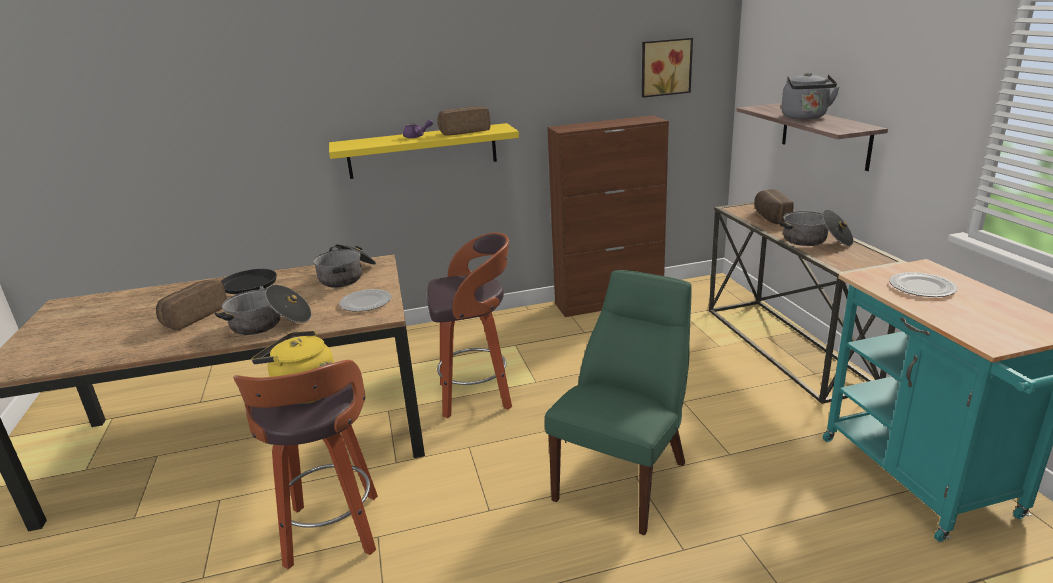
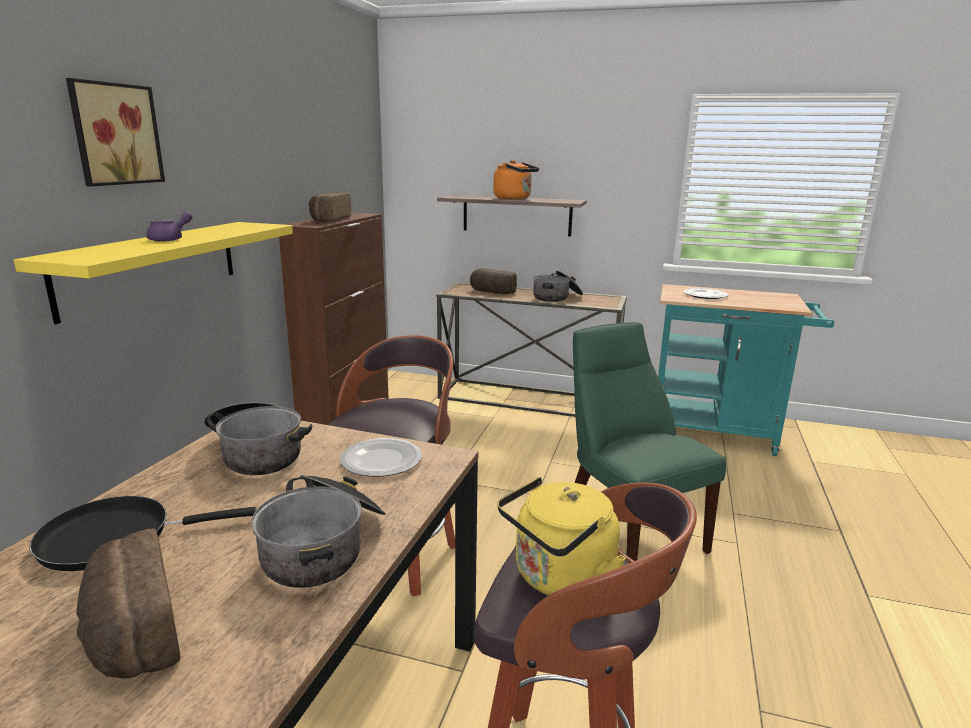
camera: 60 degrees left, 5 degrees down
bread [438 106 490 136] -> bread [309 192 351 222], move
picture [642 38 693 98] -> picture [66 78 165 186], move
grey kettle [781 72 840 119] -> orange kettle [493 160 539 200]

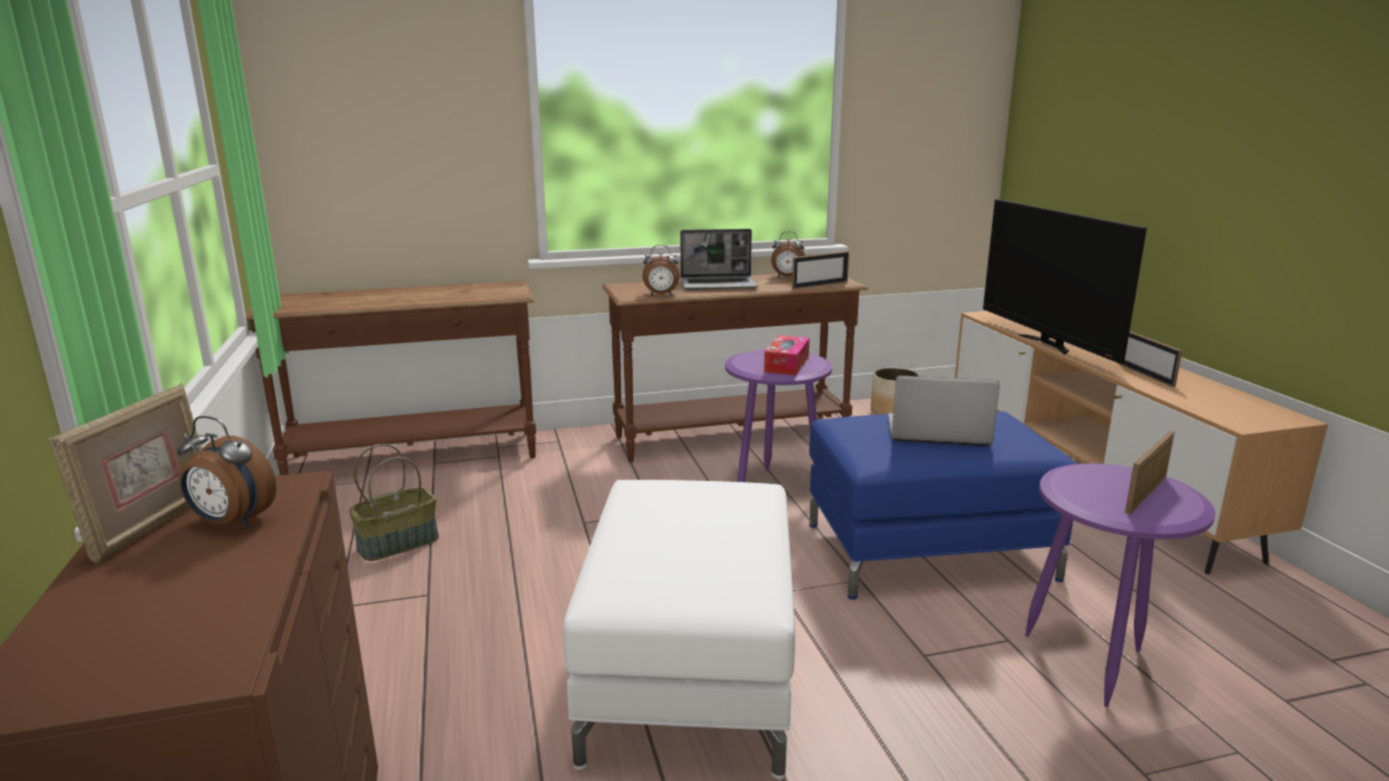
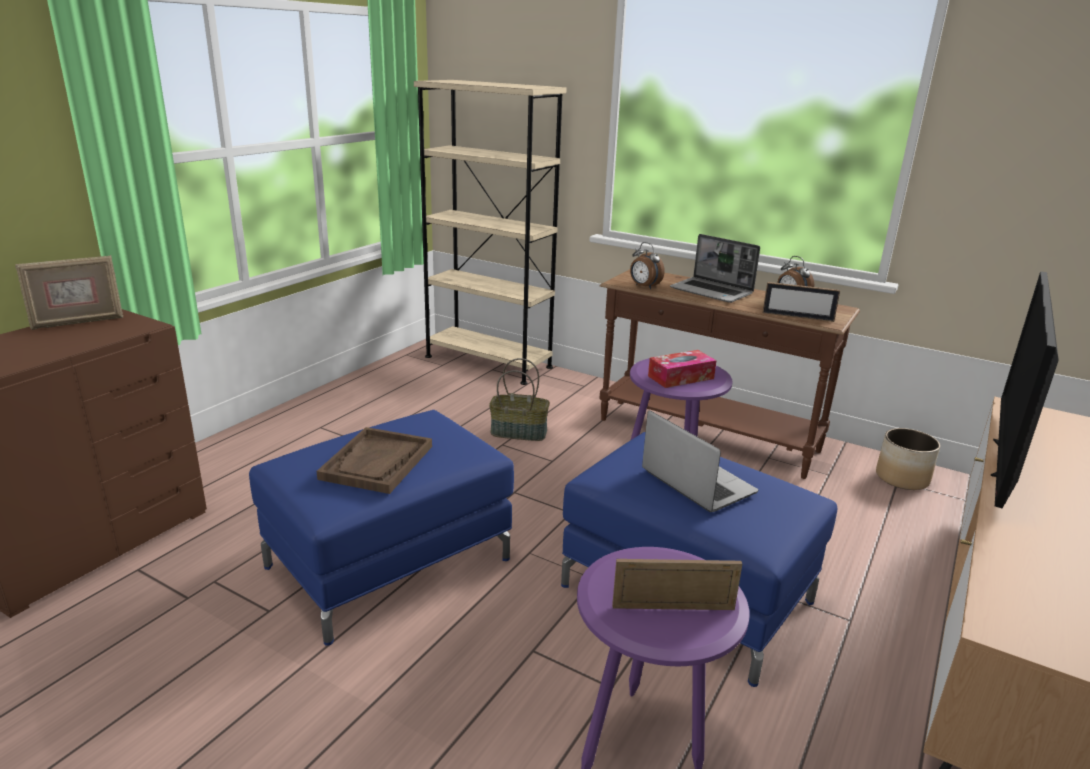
camera: 45 degrees right, 5 degrees up
alarm clock [177 416 276 528] -> none
picture frame [1118 331 1182 387] -> none
none -> brown tray [317 427 432 494]
basket [349 444 439 561] -> basket [489 358 549 441], move
brown console table [246 281 536 475] -> beige bookcase [414 80 566 385]
white ottoman [563 480 795 779] -> blue ottoman [249 410 514 646]

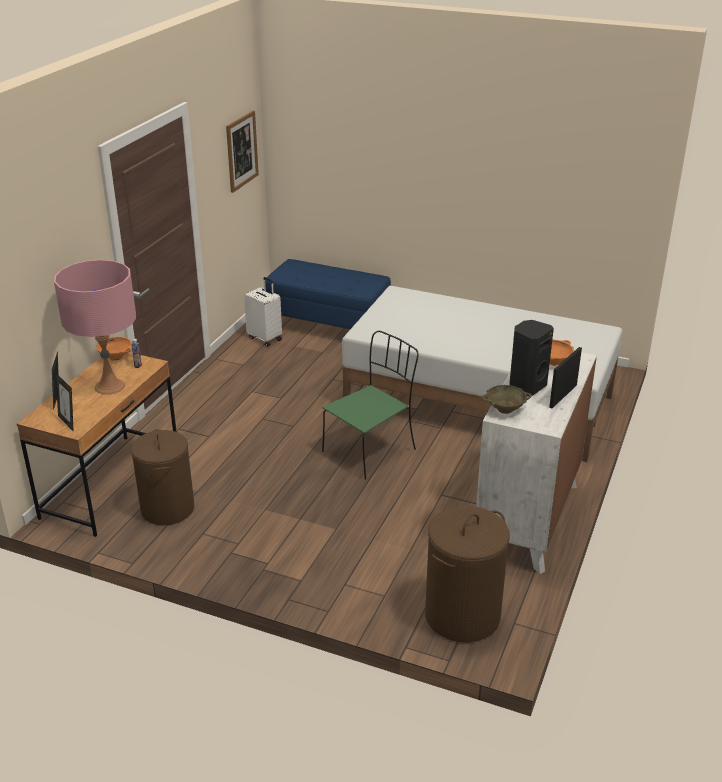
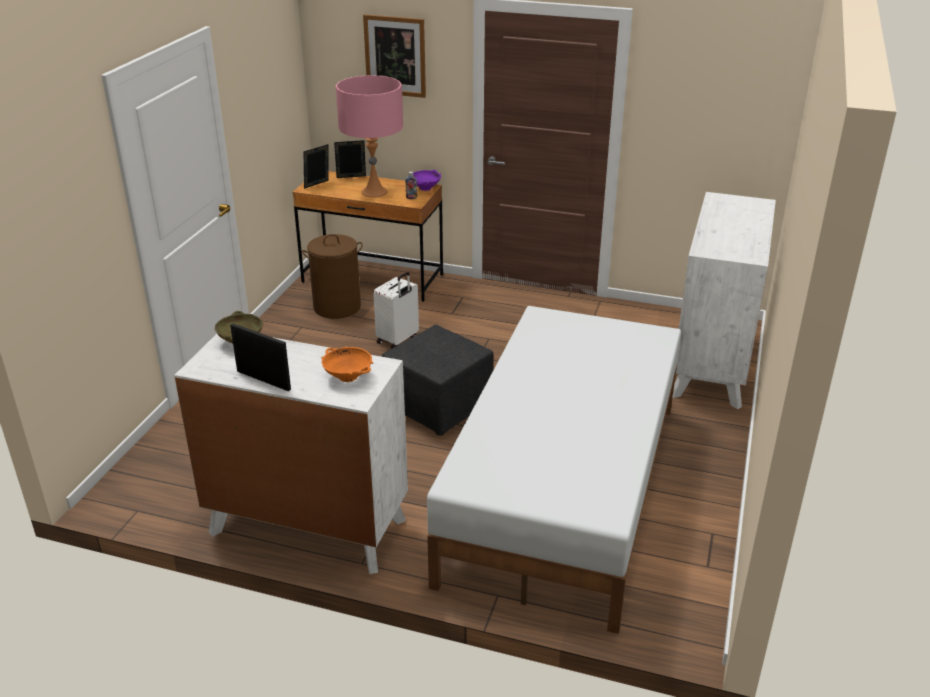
camera: 85 degrees right, 0 degrees up
brown laundry basket [425 506 510 643] -> none
black speaker [509 320 554 396] -> none
picture [226 111 259 193] -> picture [363 14 426 98], move
white suitcase [244 277 282 347] -> white suitcase [373 272 419 349], move
blue bench [265 259 391 329] -> white dresser [673 192 776 409]
green chair [322 331 419 480] -> black ottoman [382 325 493 436]
orange bowl [96 337 132 361] -> purple bowl [413 170 441 191]

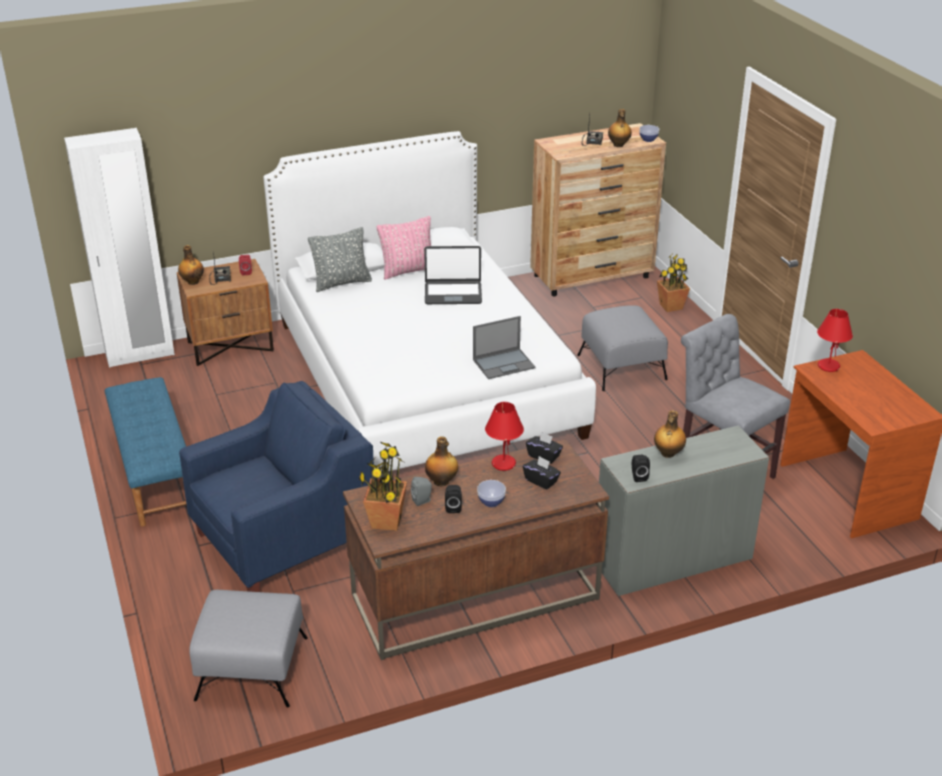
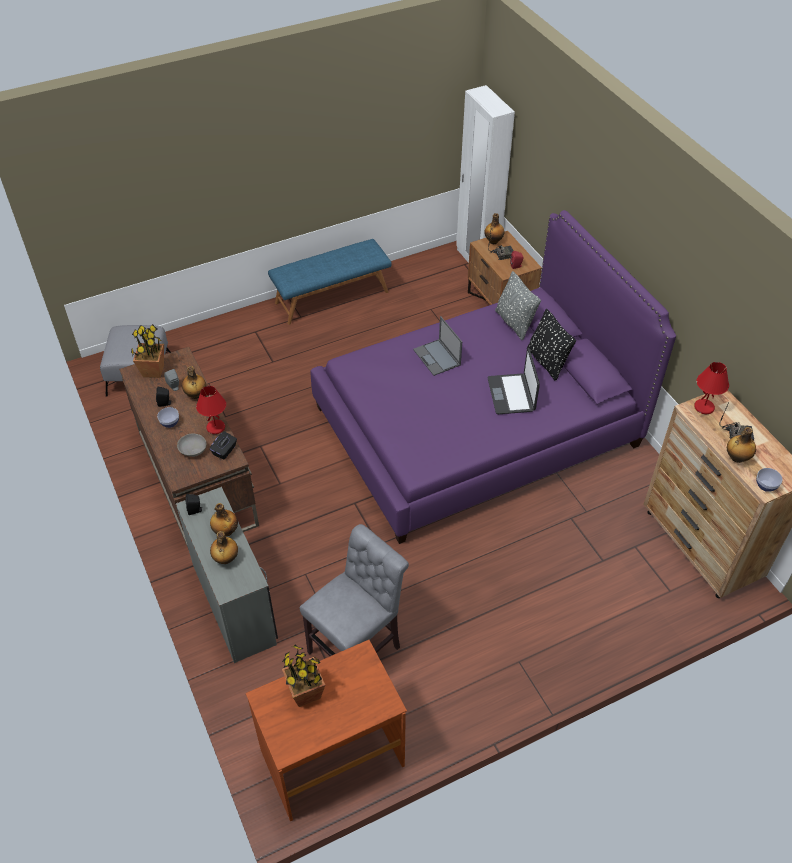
camera: 85 degrees right, 15 degrees up
blue armchair [179 381 374 592] -> none
grey ottoman [577 305 668 391] -> none
none -> bottle [210 531 238 564]
laptop [473 316 536 379] -> laptop [413 316 462 376], move
potted plant [657 254 690 312] -> potted plant [282 645 325 707], move
red table lamp [817 309 853 372] -> red table lamp [694 362 729 414], move
black tissue box [523 456 561 489] -> grey bowl [177 434 206 457]
white bed [263 131 596 471] -> purple bed [310 210 676 544]
pink pillow [377 216 431 280] -> black pillow [527 309 576 381]

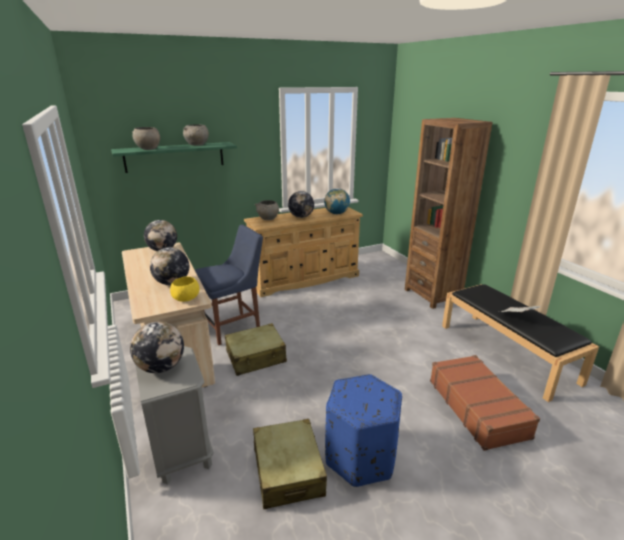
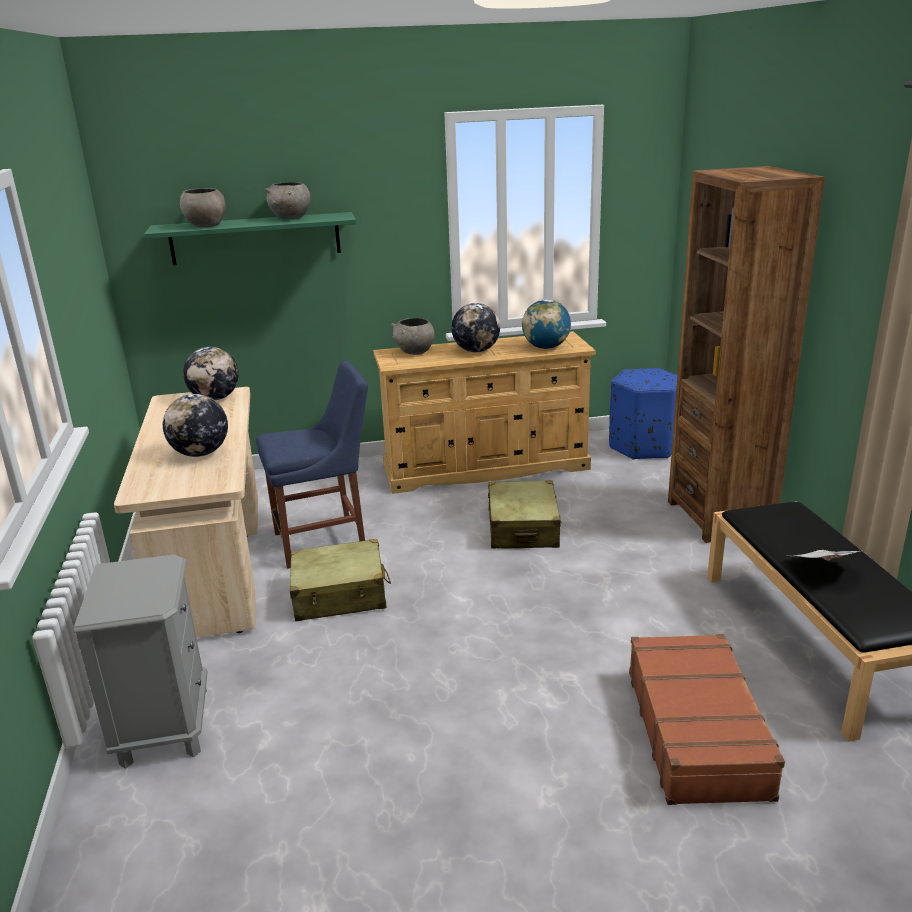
camera: 15 degrees right, 0 degrees up
globe [130 321 184 373] -> none
yellow bowl [170 277 200 302] -> none
beige suitcase [253 419 327 509] -> beige suitcase [488 481 562 549], move
blue ottoman [325 374 402 487] -> blue ottoman [609 368 677 460], move

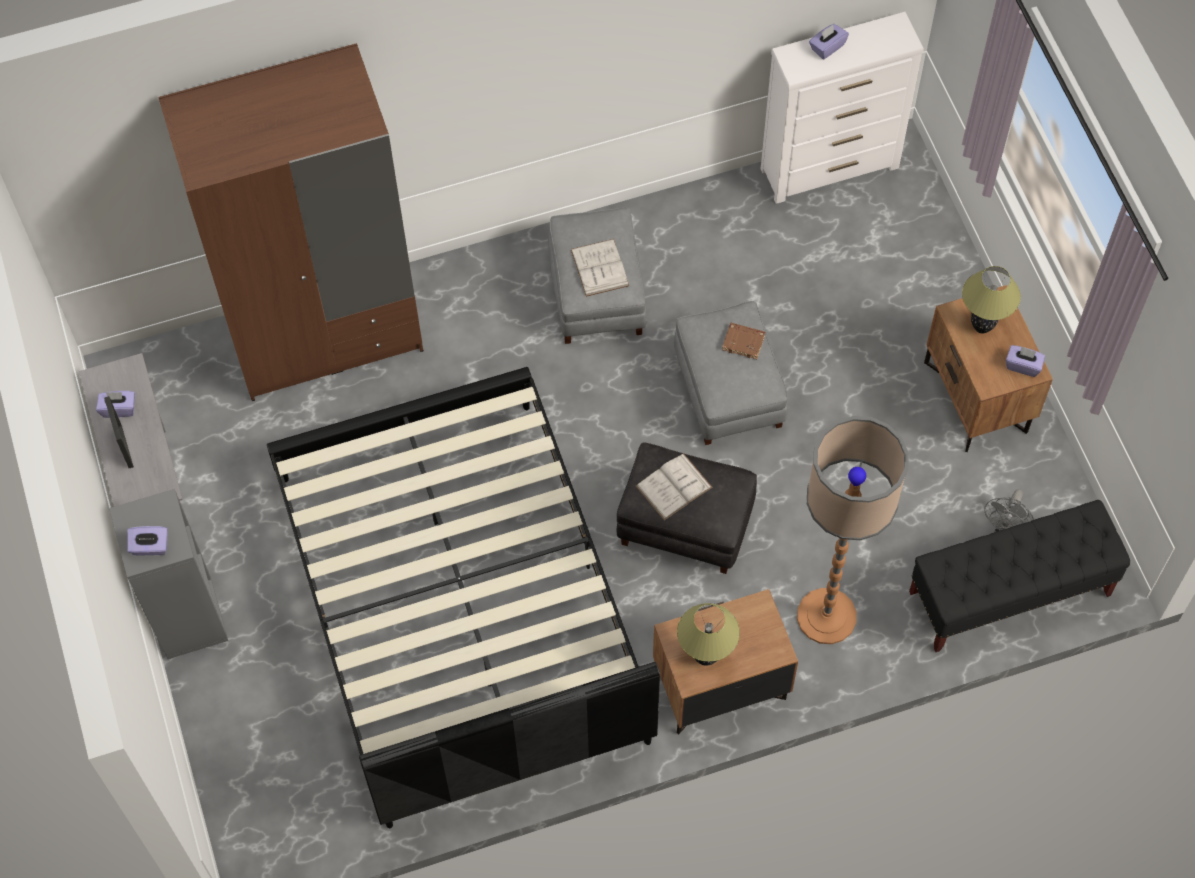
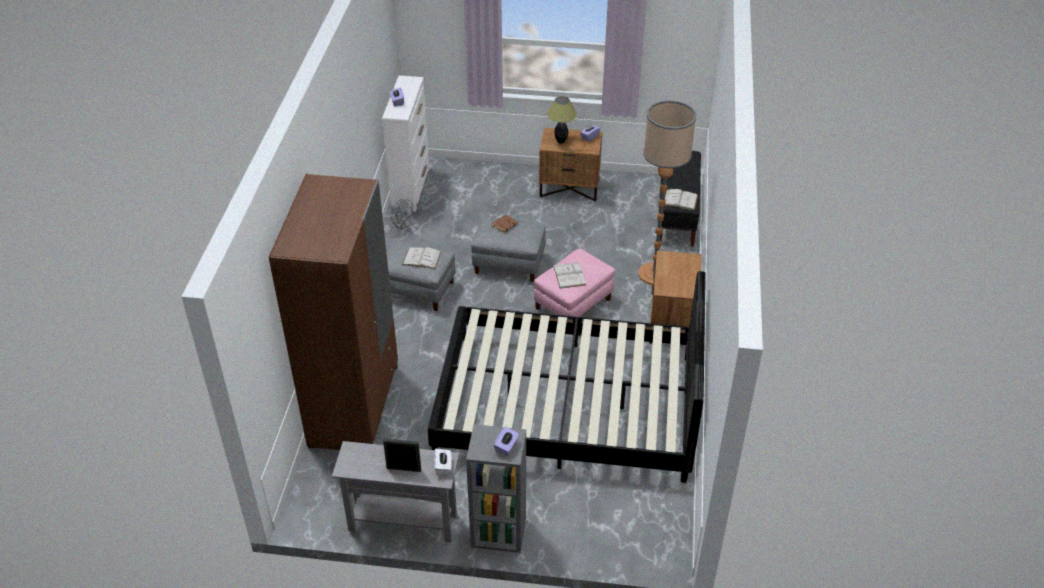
camera: 65 degrees left, 20 degrees down
purple tissue box [96 391 135 418] -> none
table lamp [677 603 740 666] -> none
none -> white tissue box [434 449 452 475]
none -> white book [665 189 698 210]
grey fan [984 489 1034 532] -> grey fan [391 199 413 230], move
black ottoman [617 442 757 574] -> pink ottoman [534 248 615 317]

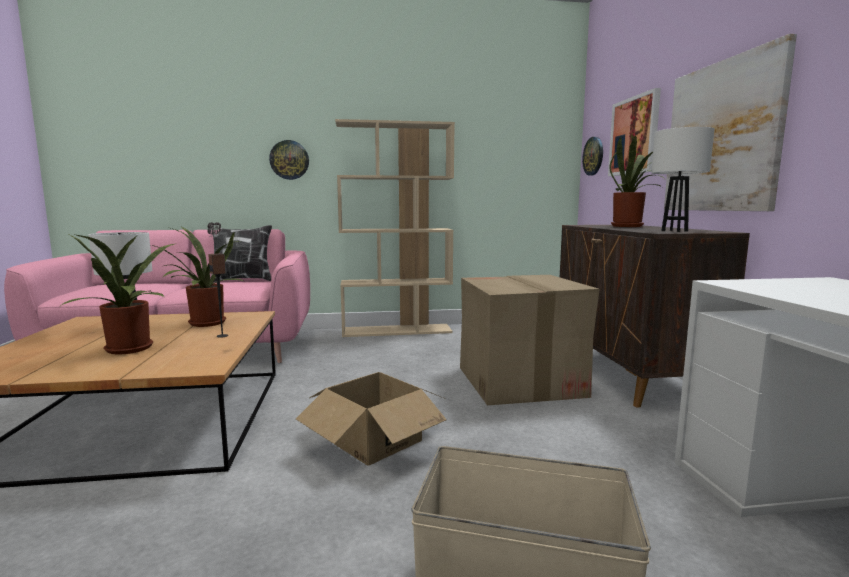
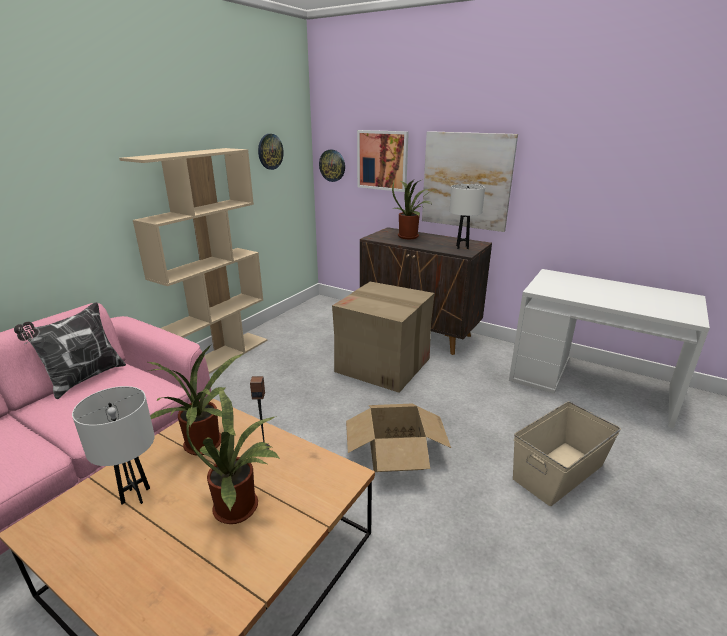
camera: 50 degrees left, 15 degrees up
wall clock [269 140 309 180] -> wall clock [258 134 283 170], move

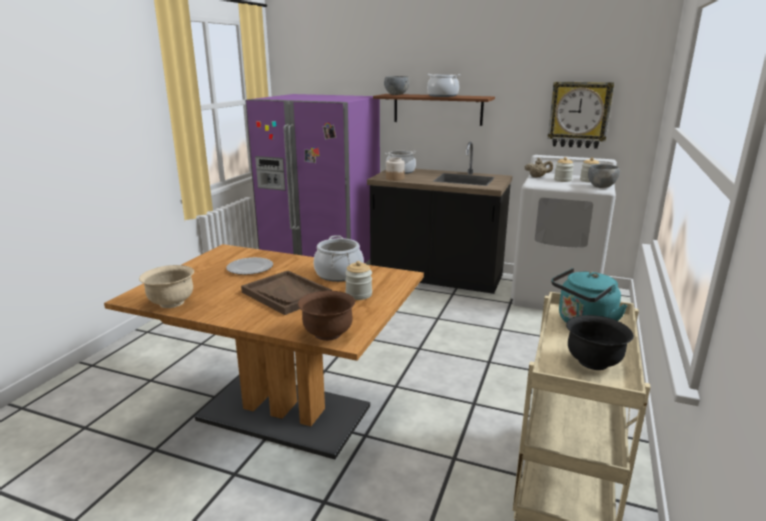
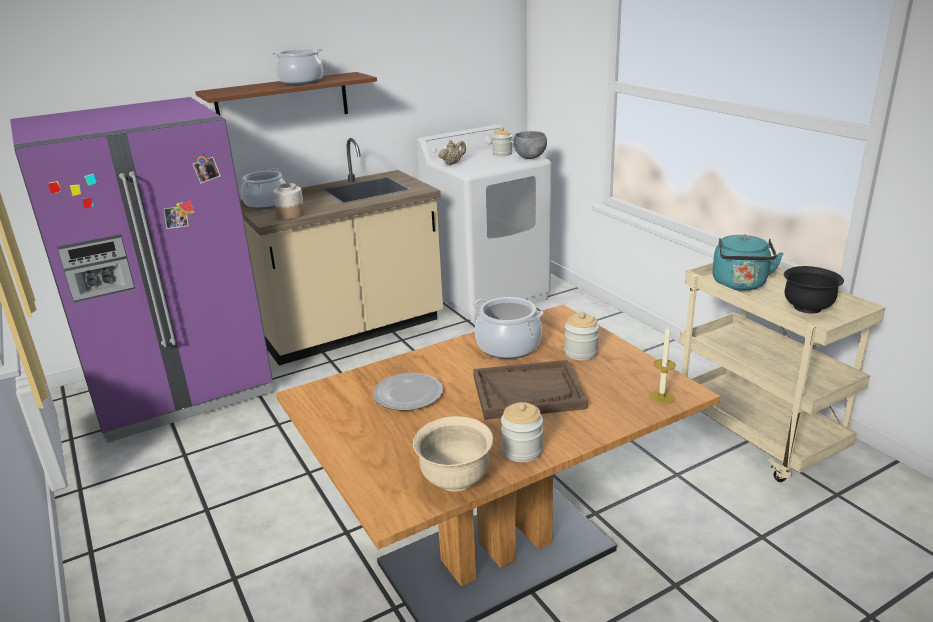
camera: 50 degrees left, 5 degrees up
grey bowl [384 76 409 95] -> none
wall clock [548 81 614 149] -> none
jar [554 157 574 182] -> jar [501 402 543 462], move
brown bowl [298 291 355 341] -> candle [649 327 676 404]
black counter [367 142 512 294] -> beige counter [240 138 443 366]

